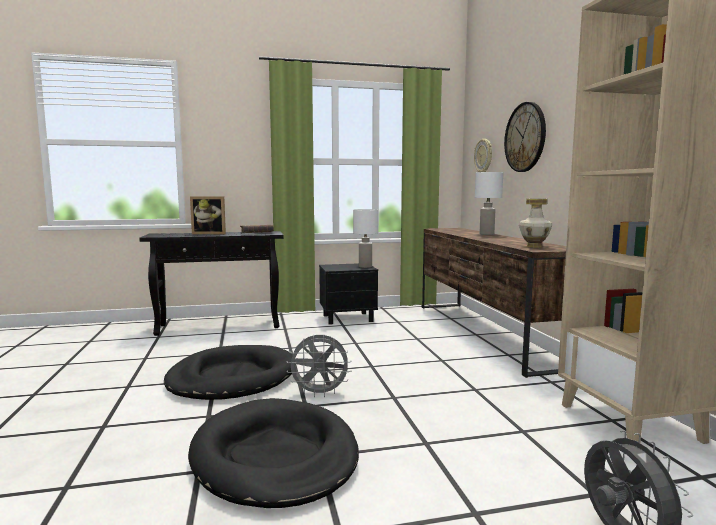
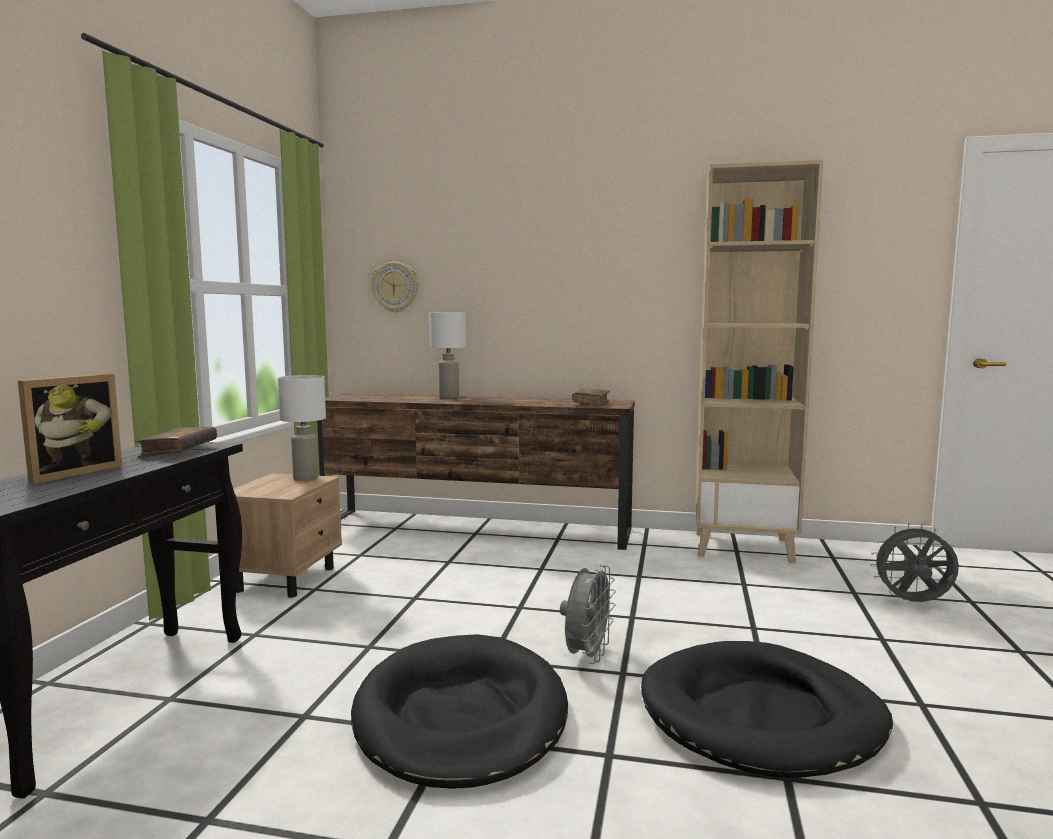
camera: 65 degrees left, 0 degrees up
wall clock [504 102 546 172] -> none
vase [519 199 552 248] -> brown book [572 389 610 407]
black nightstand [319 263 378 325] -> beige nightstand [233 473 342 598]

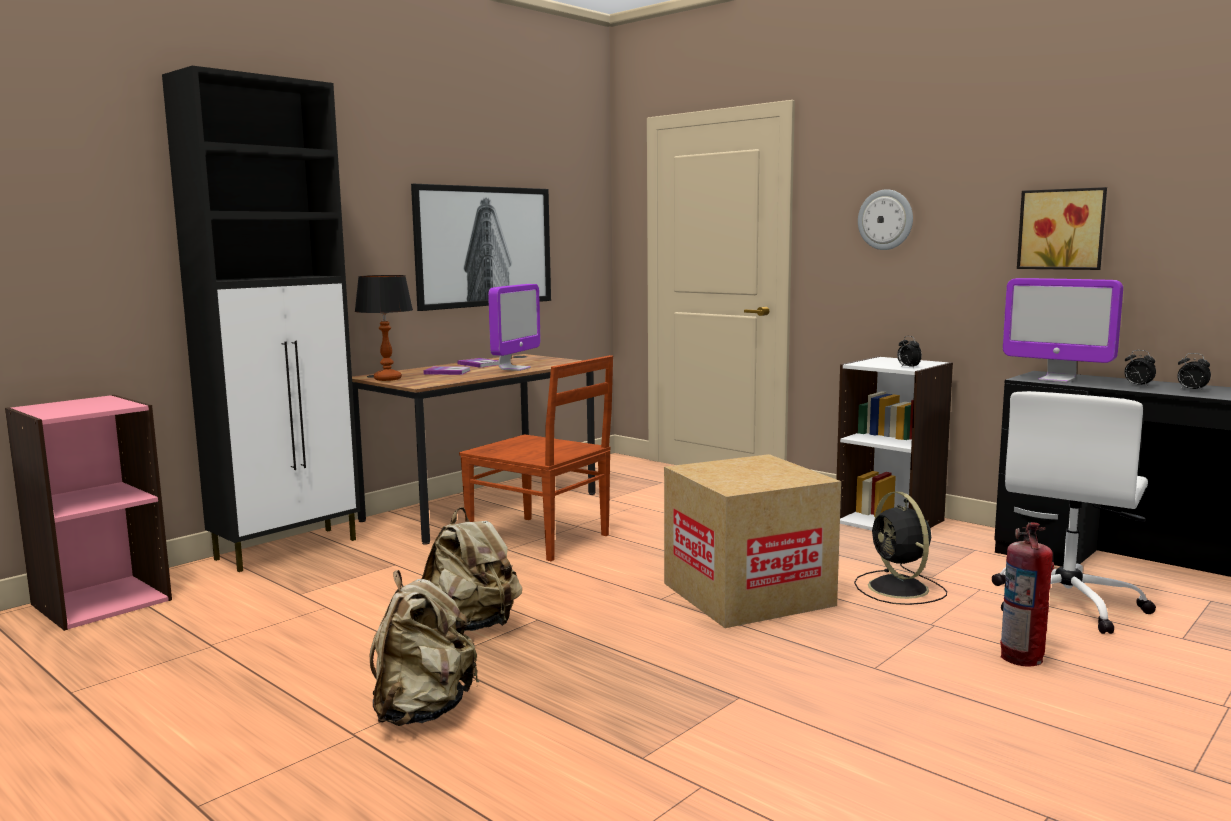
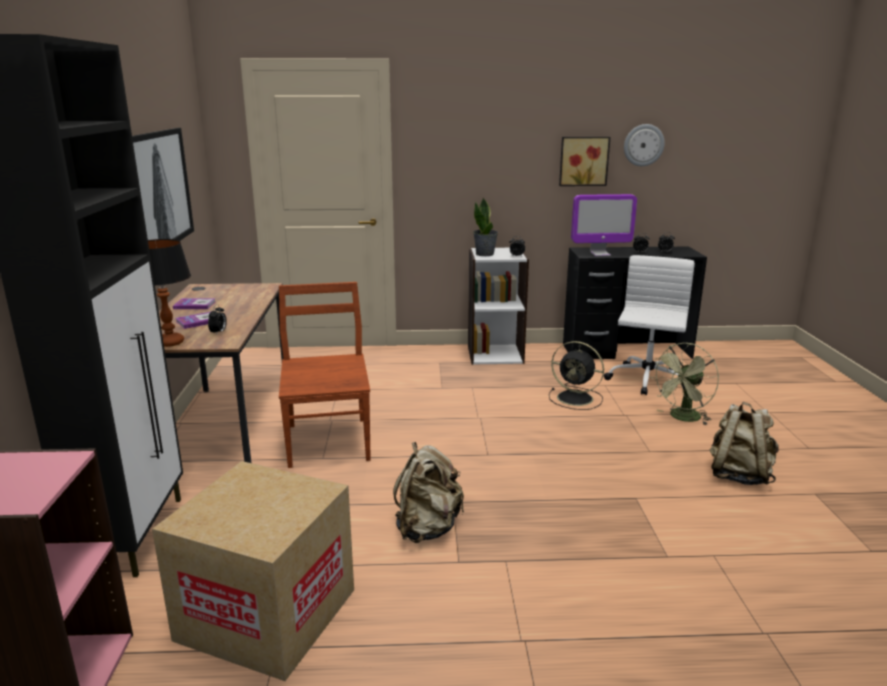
camera: 45 degrees left, 10 degrees up
monitor [488 284 540 371] -> none
none -> alarm clock [208 305 227 333]
none -> potted plant [473 197 498 256]
beige backpack [370 570 479 726] -> beige backpack [709 402 779 485], move
cardboard box [664 454 841 628] -> cardboard box [152 461 354 681], move
wall clock [858 189 913 250] -> wall clock [624 124 665 166], move
fire extinguisher [1000 522 1054 667] -> green fan [651 343 719 425]
brown chair [459 355 613 561] -> brown chair [279 282 371 468], 90 degrees counterclockwise
white office chair [992 391 1156 634] -> white office chair [604 255 695 395], 150 degrees counterclockwise

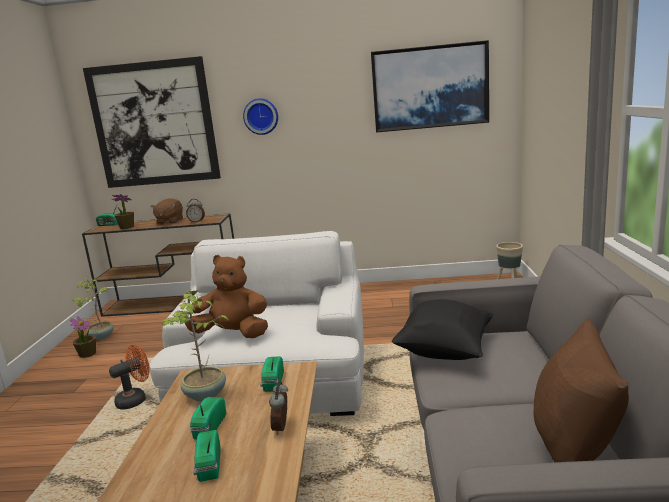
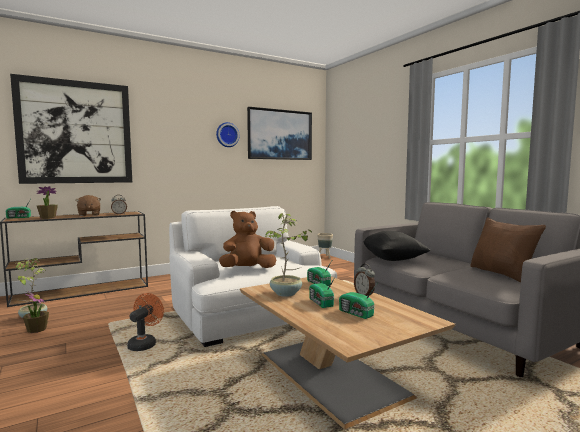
camera: 35 degrees left, 10 degrees down
wall clock [243 98 278 135] -> wall clock [216 122 240 147], move

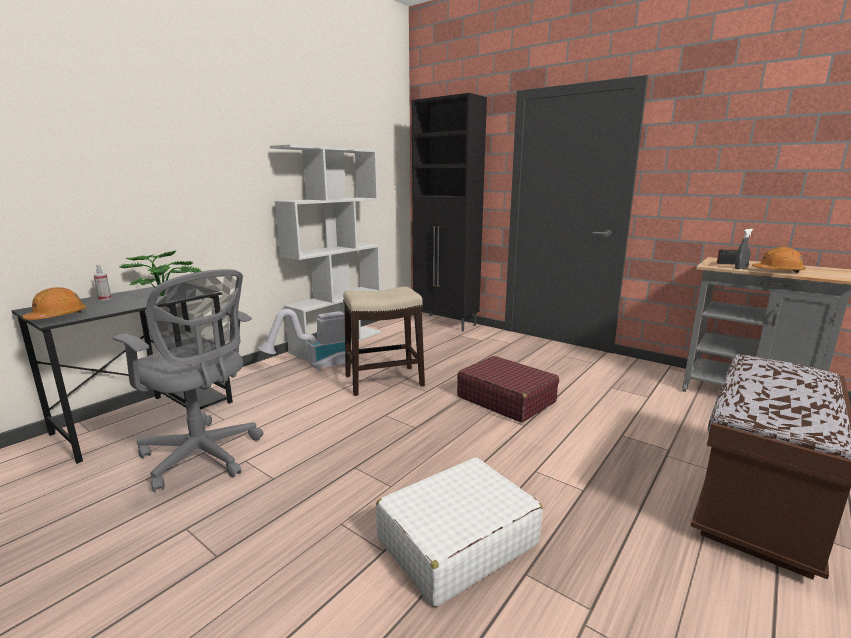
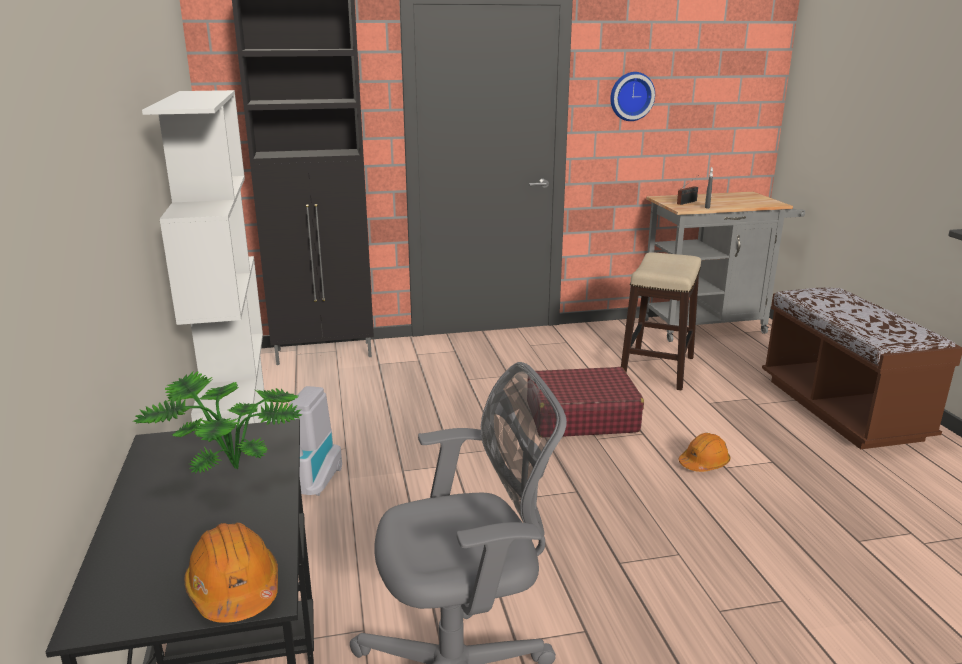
camera: 50 degrees left, 5 degrees up
spray bottle [94 265 112 300] -> none
white suitcase [376 457 543 607] -> none
none -> wall clock [610 72 655 121]
stool [343 287 425 396] -> stool [621 252 701 391], move
orange hard hat [752 247 806 273] -> orange hard hat [679 433 730 472], move

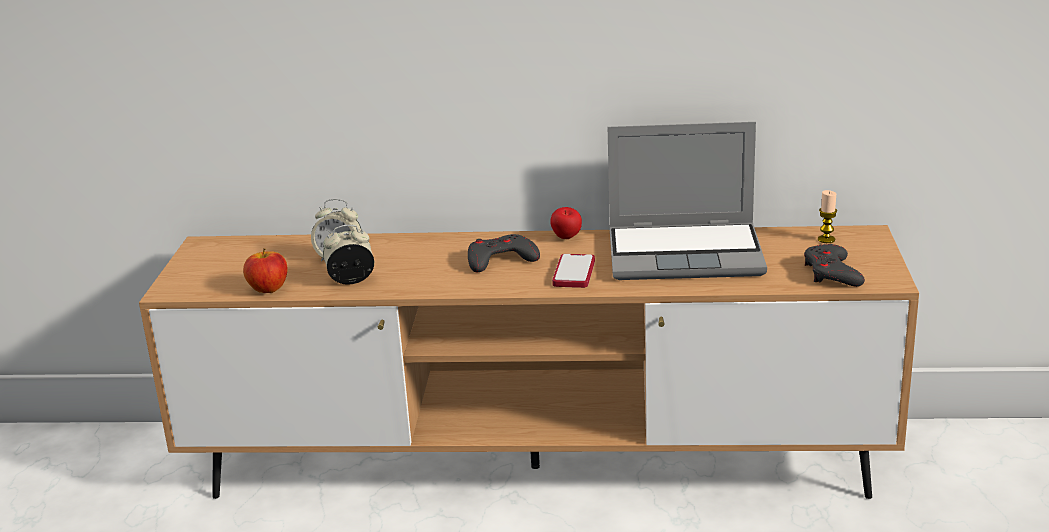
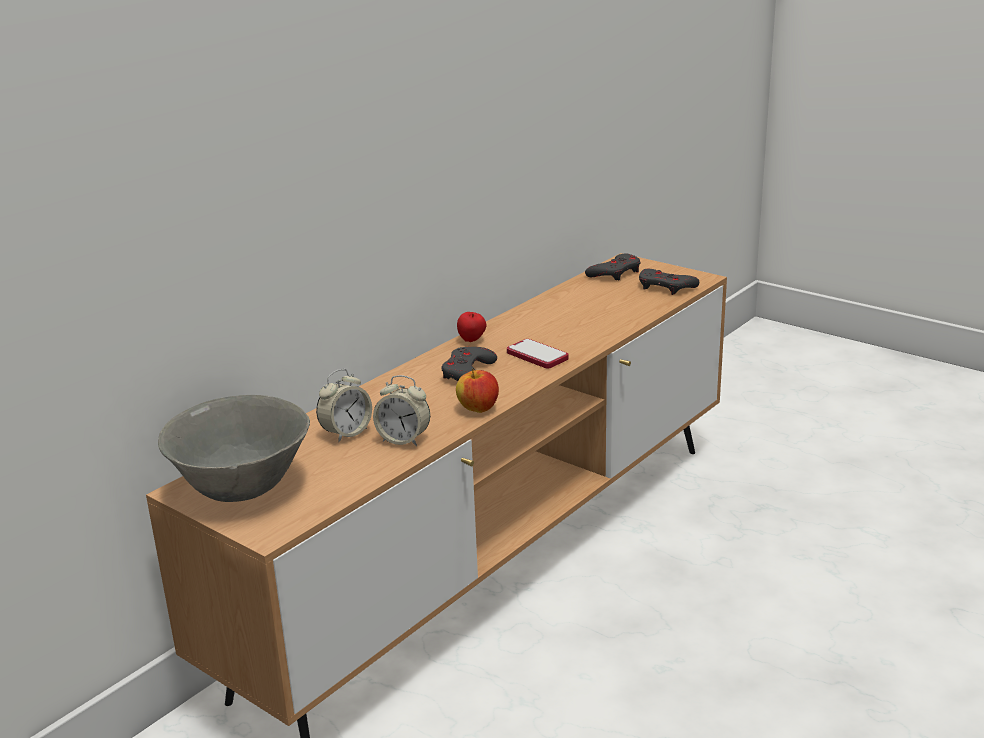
camera: 55 degrees left, 0 degrees up
laptop [608 122 767 280] -> none
none -> grey bowl [158 395 310 502]
apple [243 248 288 293] -> apple [456 369 499 413], move
candle [818 190 837 243] -> grey game controller [585 254 641 280]
alarm clock [323 225 374 285] -> alarm clock [373 375 430 447], 90 degrees counterclockwise

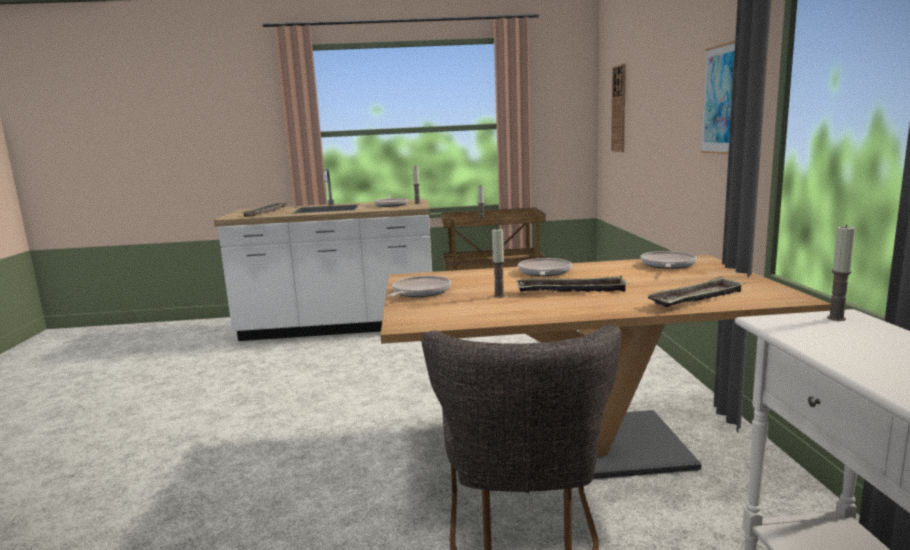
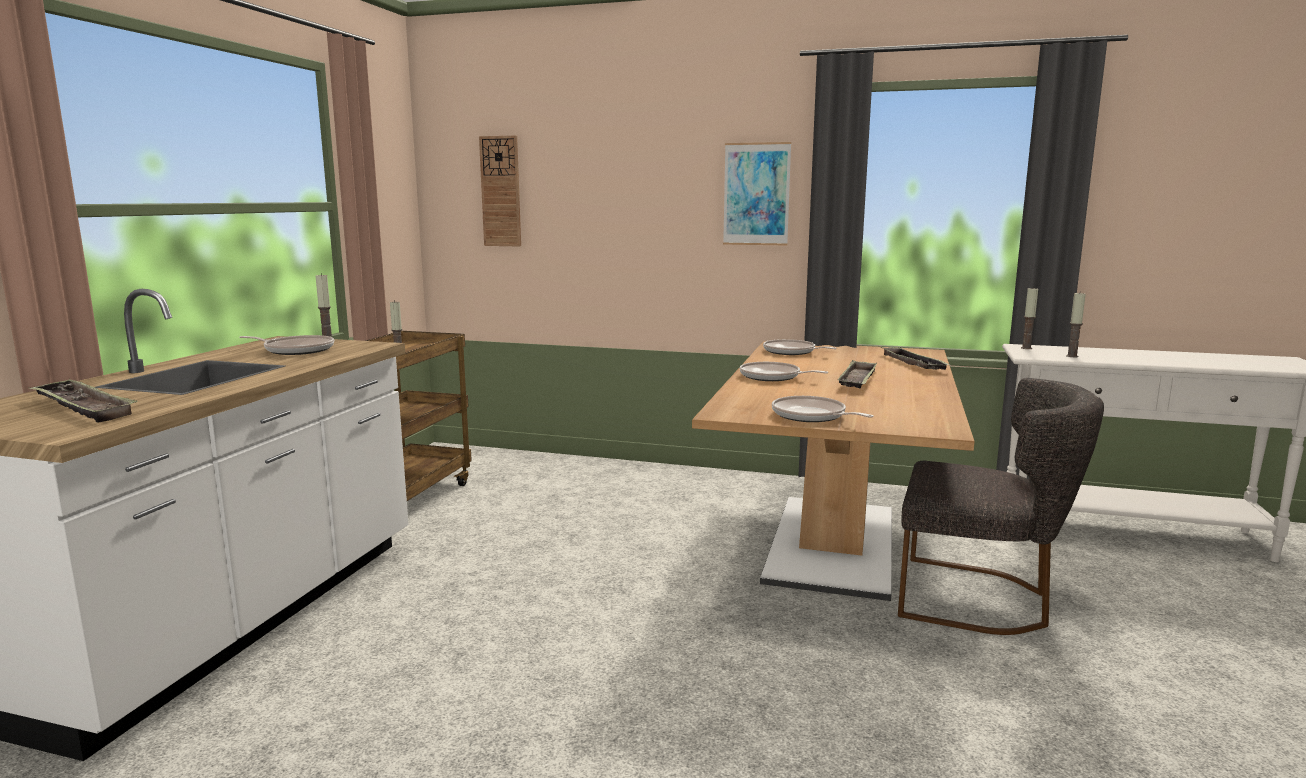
camera: 70 degrees left, 0 degrees up
candle [492 228 505 298] -> candle [1066 293 1086 357], move

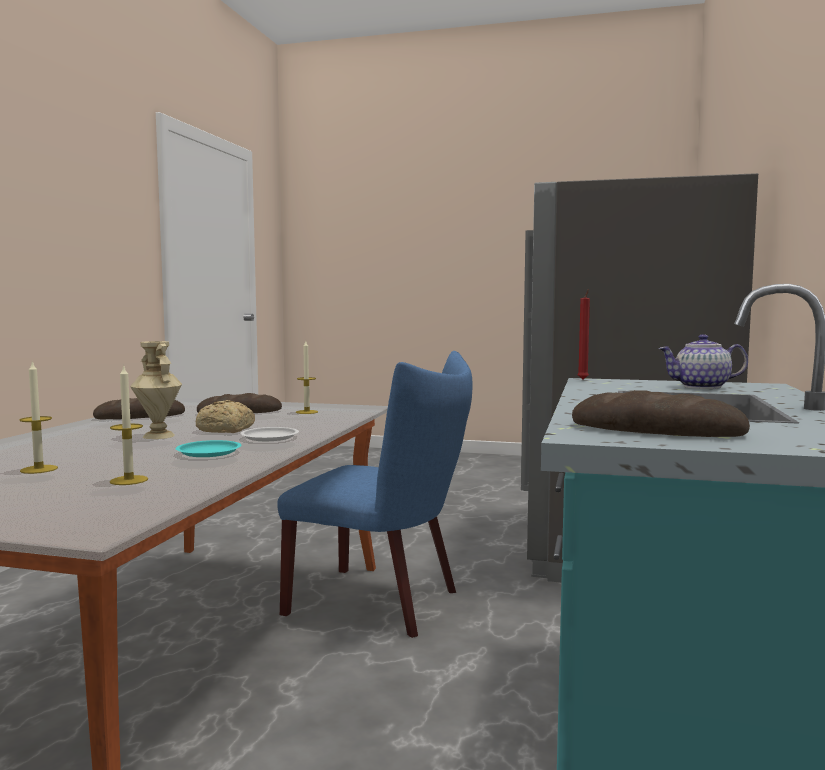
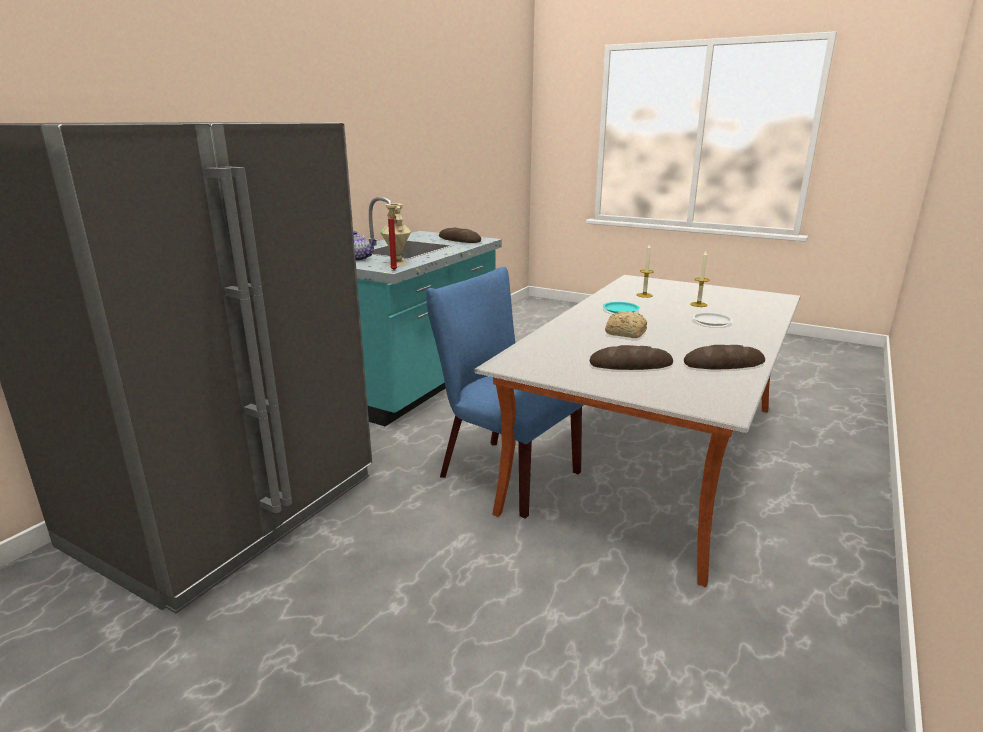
camera: 165 degrees left, 15 degrees up
candle [296 341 318 414] -> none
beige vase [130 341 182 439] -> beige vase [380 203 411 266], move
white plate [240 427 299 441] -> white plate [692 313 733 326], move

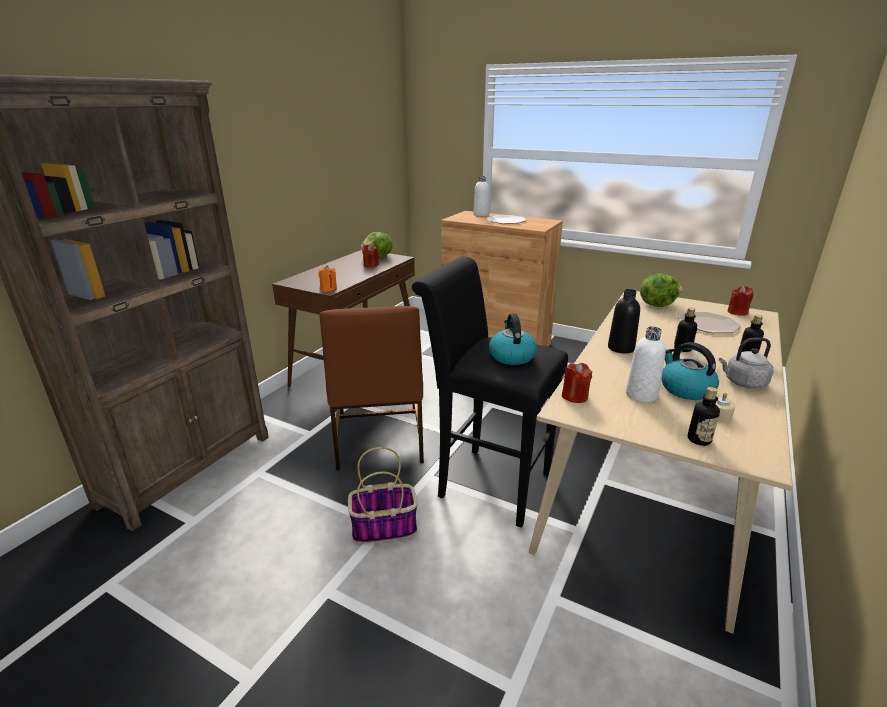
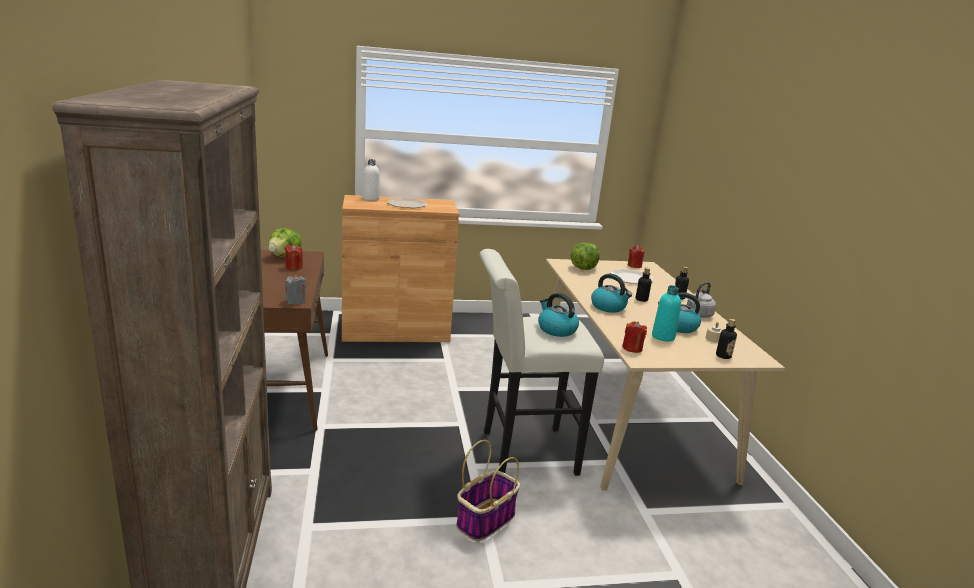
camera: 40 degrees left, 5 degrees down
brown chair [319 306 424 470] -> none
black bottle [608 289 640 353] -> kettle [591 274 632 313]
orange candle [319 265 337 292] -> grey candle [285 275 307 305]
black stool [412 256 568 528] -> white stool [480 249 604 476]
white bottle [626 327 666 402] -> turquoise bottle [652 285 681 342]

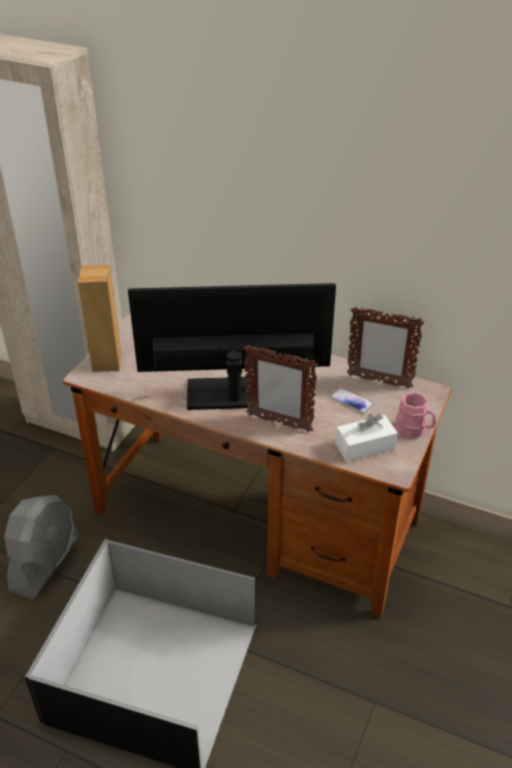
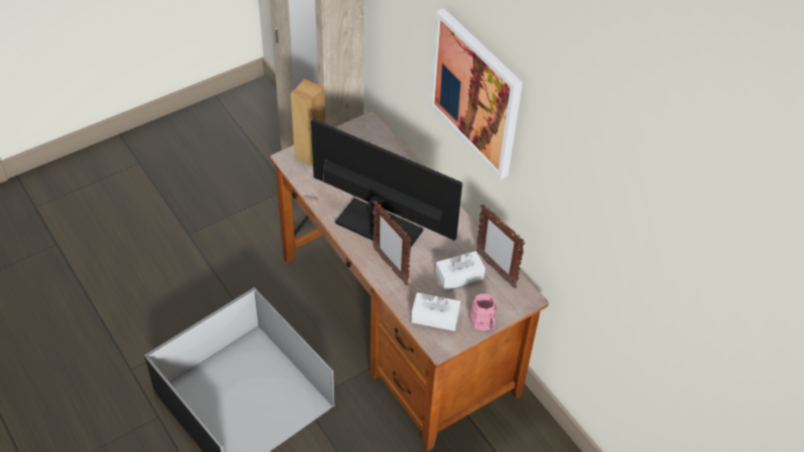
camera: 30 degrees right, 10 degrees up
grey fan [4 495 79 599] -> none
none -> picture [430 8 523 179]
phone [330 388 374 414] -> white tissue box [435 251 485 291]

